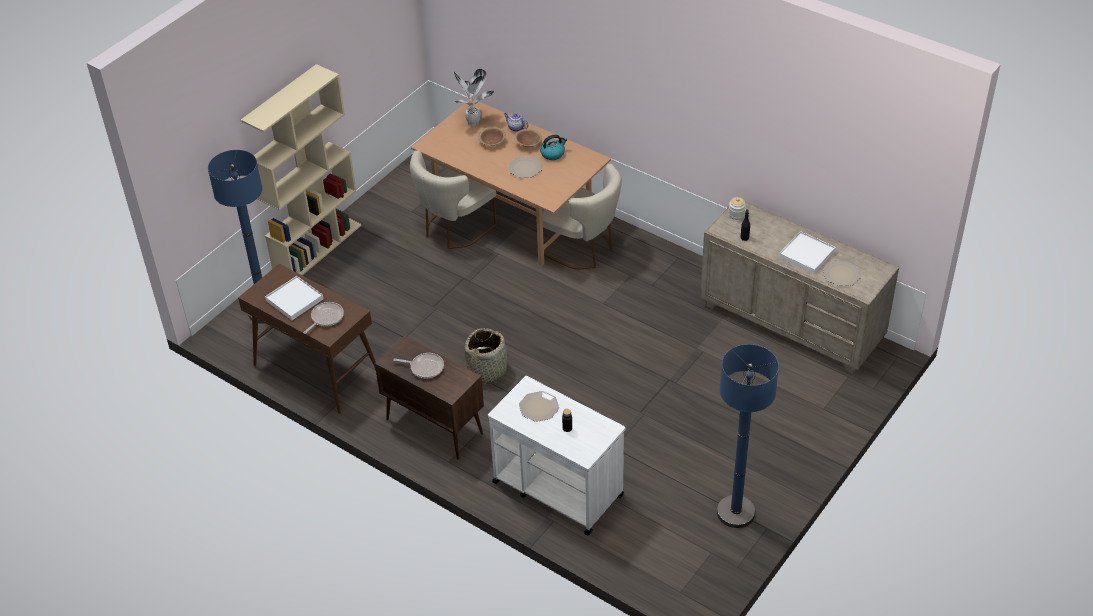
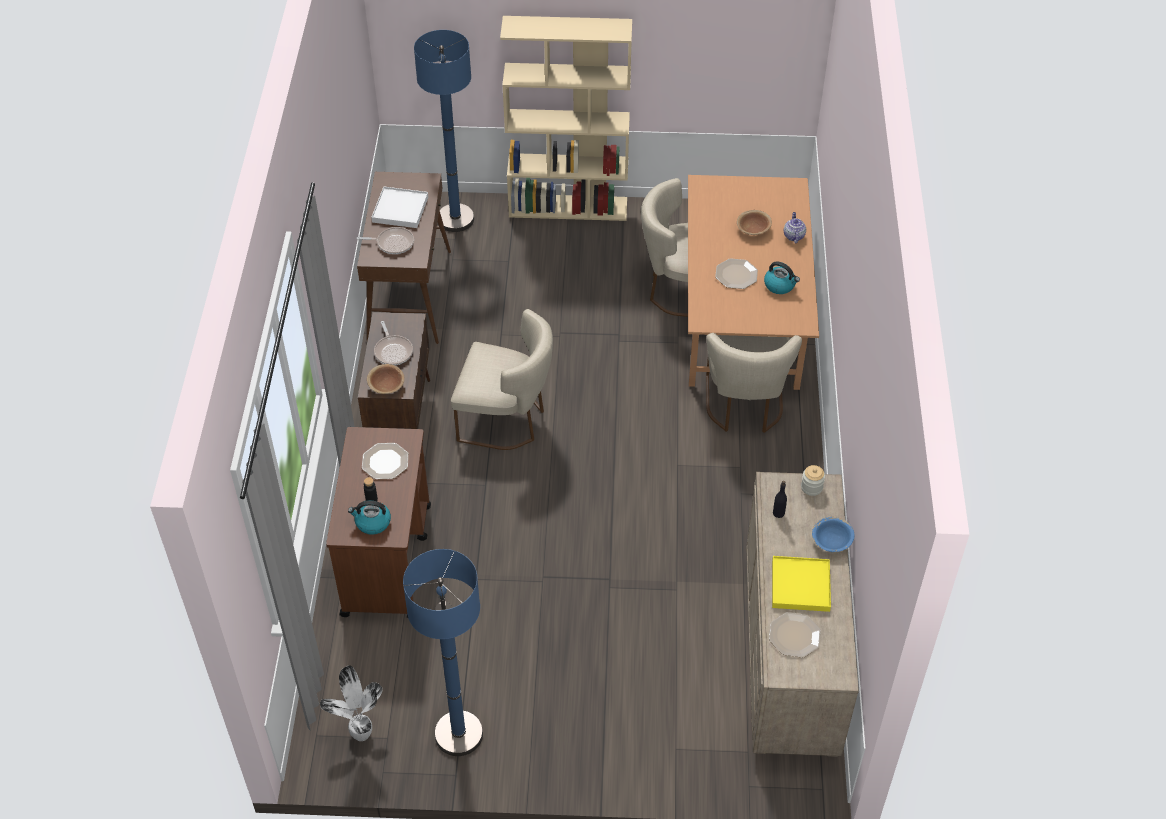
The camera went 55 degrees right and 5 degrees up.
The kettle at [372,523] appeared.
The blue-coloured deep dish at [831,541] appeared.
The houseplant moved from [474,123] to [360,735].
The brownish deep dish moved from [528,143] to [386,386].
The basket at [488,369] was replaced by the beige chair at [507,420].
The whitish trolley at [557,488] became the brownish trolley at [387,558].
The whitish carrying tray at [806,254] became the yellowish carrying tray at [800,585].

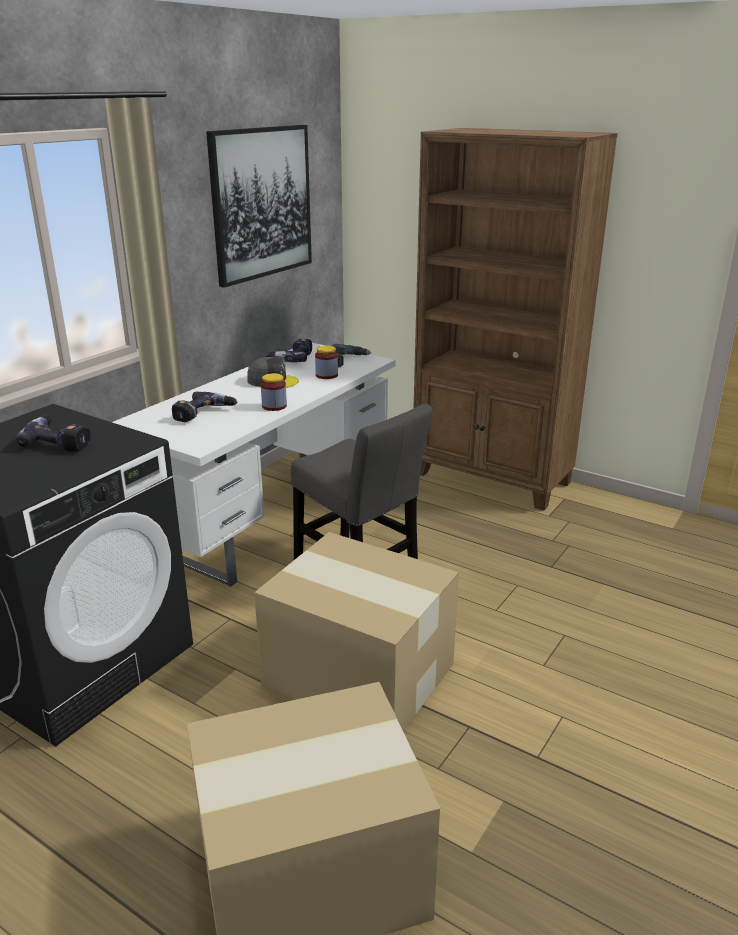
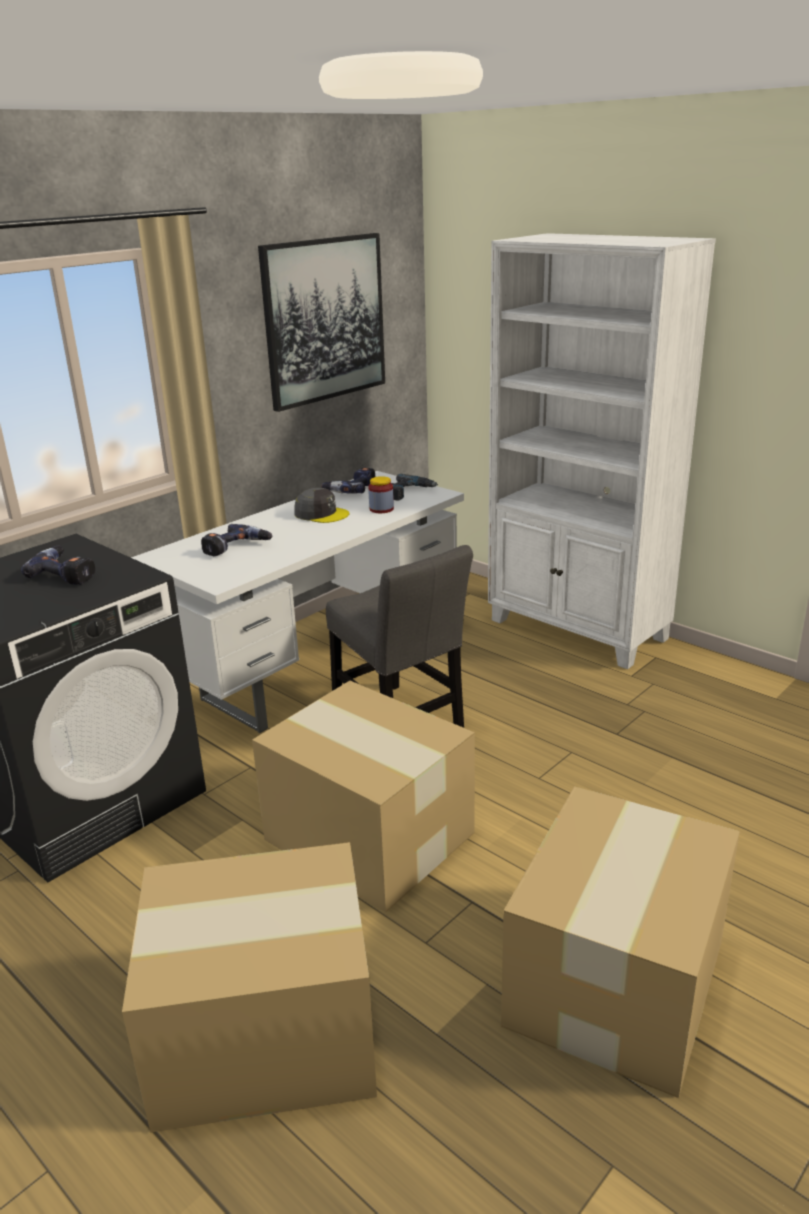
The camera went 10 degrees right and 0 degrees up.
The jar at [274,406] disappeared.
The cardboard box at [613,984] appeared.
The brownish bookshelf at [492,479] became the whitish bookshelf at [578,630].

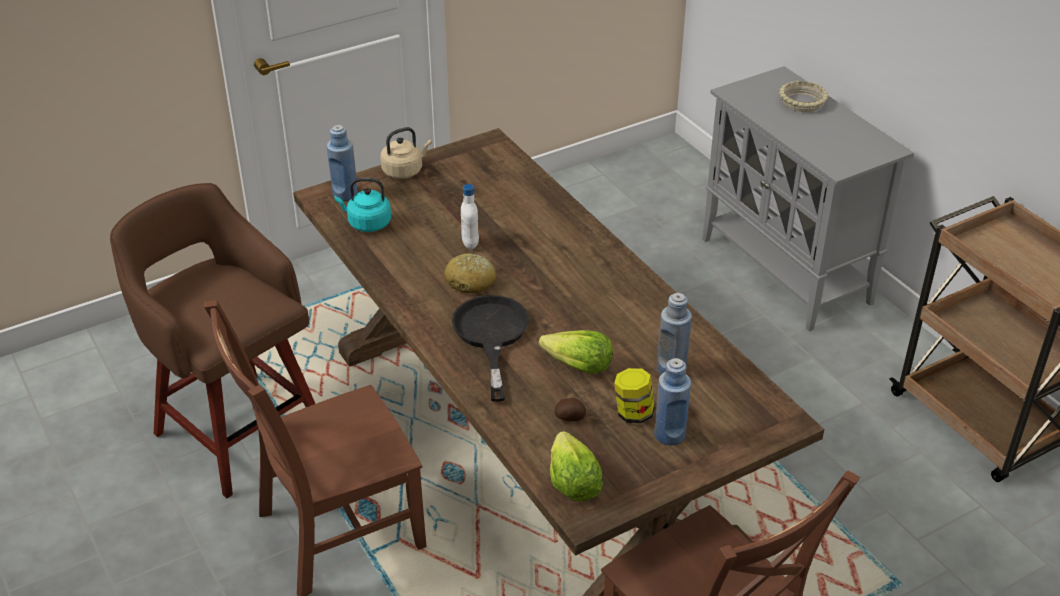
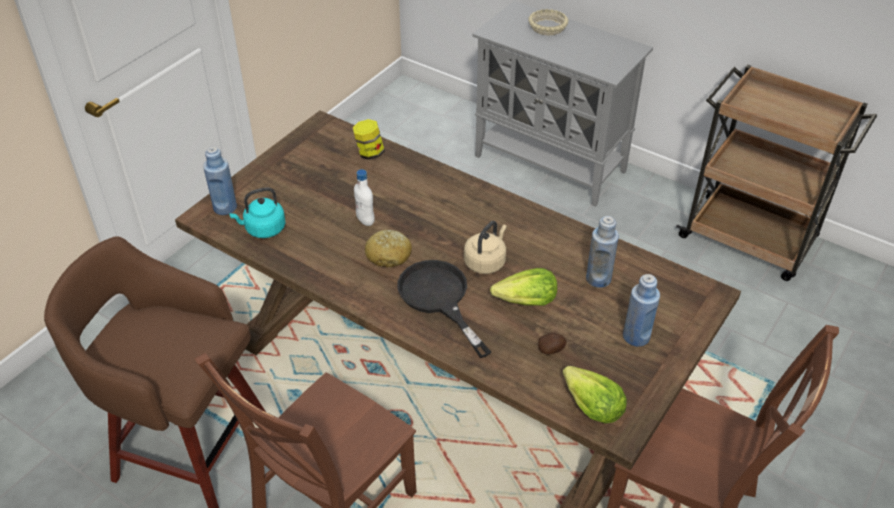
The camera went 25 degrees left and 5 degrees up.
The beige kettle moved from [404,171] to [486,262].
The jar moved from [633,413] to [369,153].

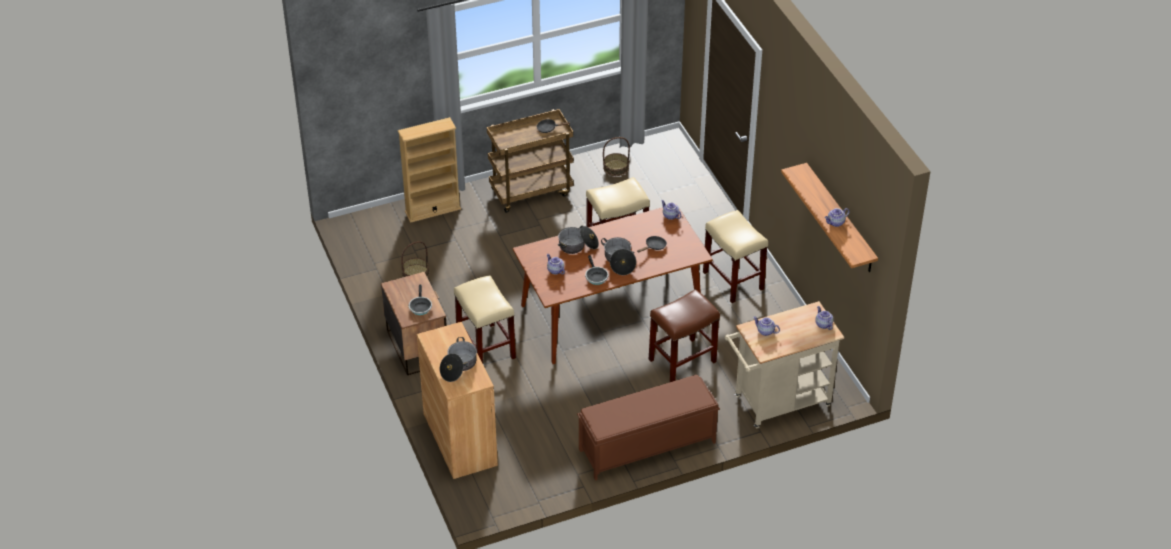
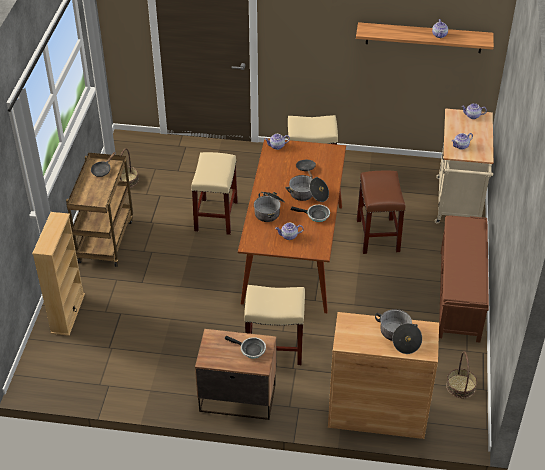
The camera went 60 degrees left and 0 degrees up.
The basket moved from [415,273] to [460,386].

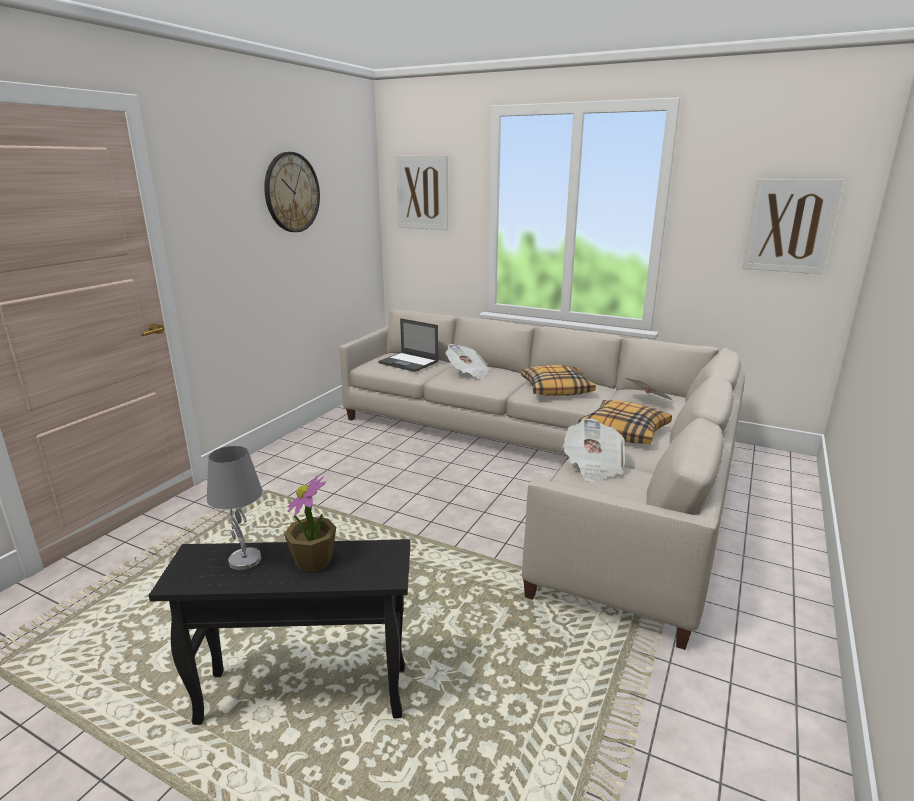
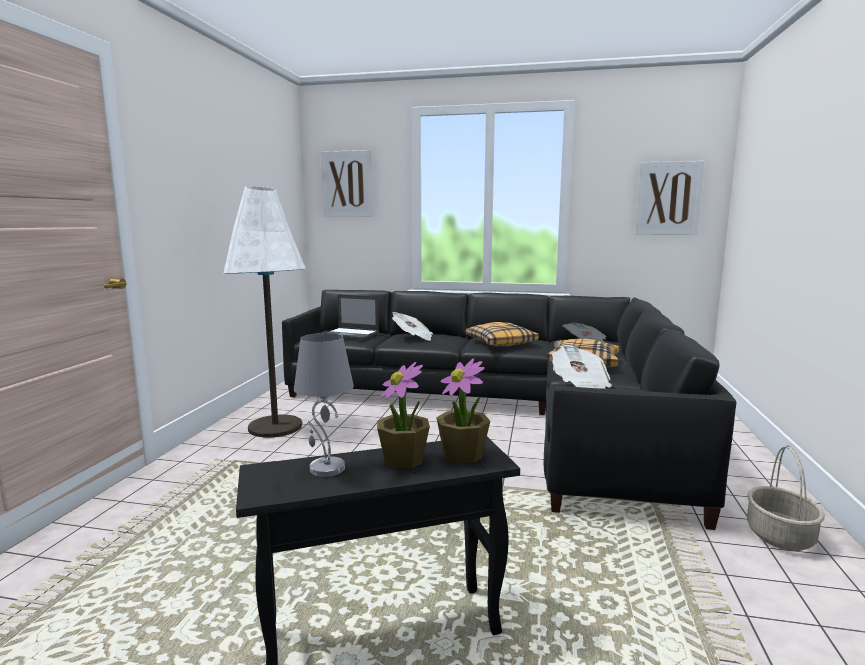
The camera went 15 degrees left and 10 degrees down.
The clock on the wall at [291,192] disappeared.
The whitish standard lamp at [275,427] appeared.
The houseplant at [463,455] appeared.
The basket at [780,536] appeared.
The beige settee at [551,463] became the black-coloured settee at [504,411].

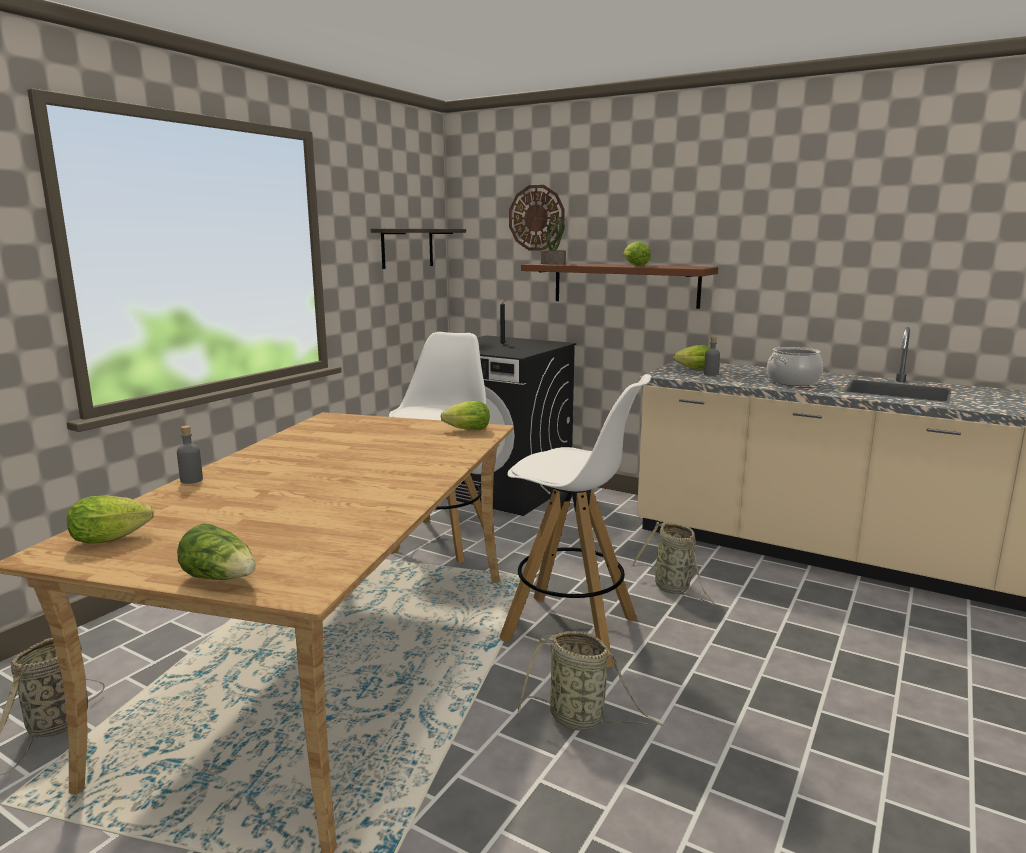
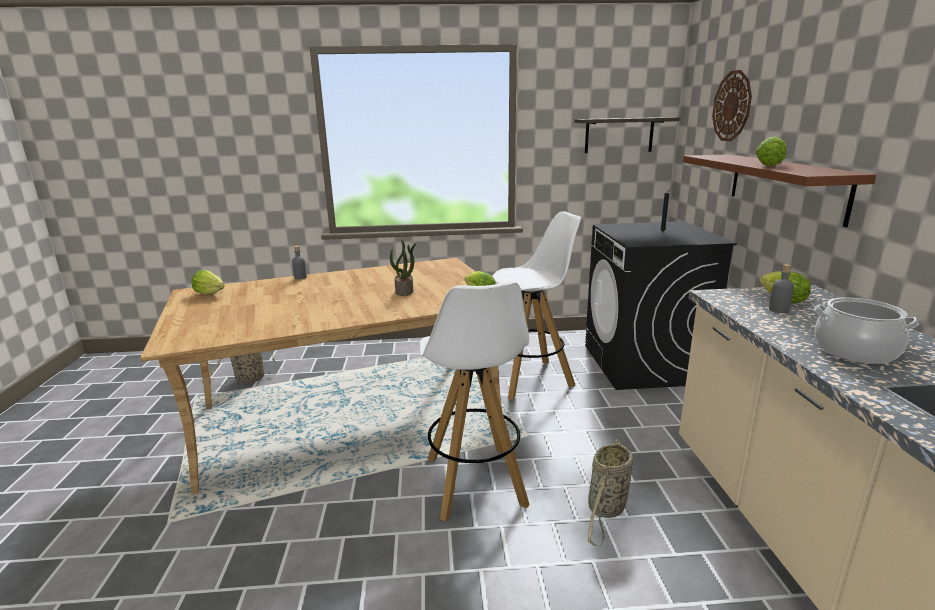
The camera went 55 degrees right and 5 degrees up.
The head of lettuce at [221,578] disappeared.
The basket at [580,719] disappeared.
The houseplant moved from [553,264] to [404,291].

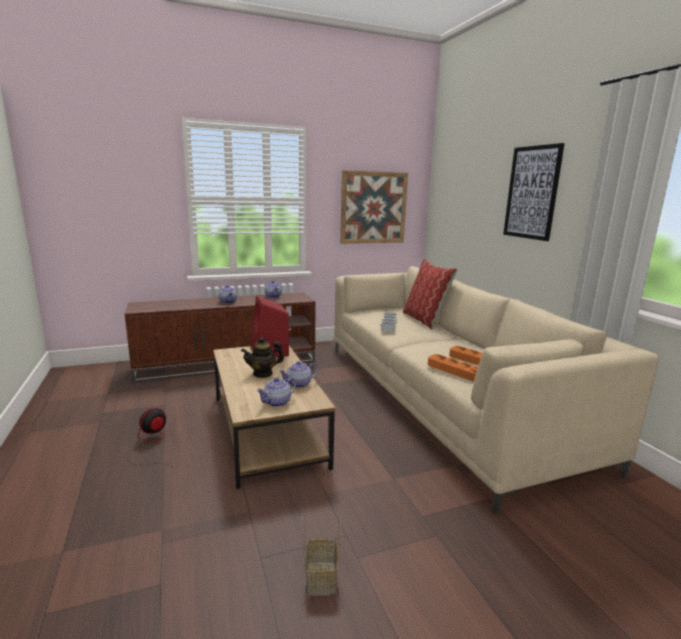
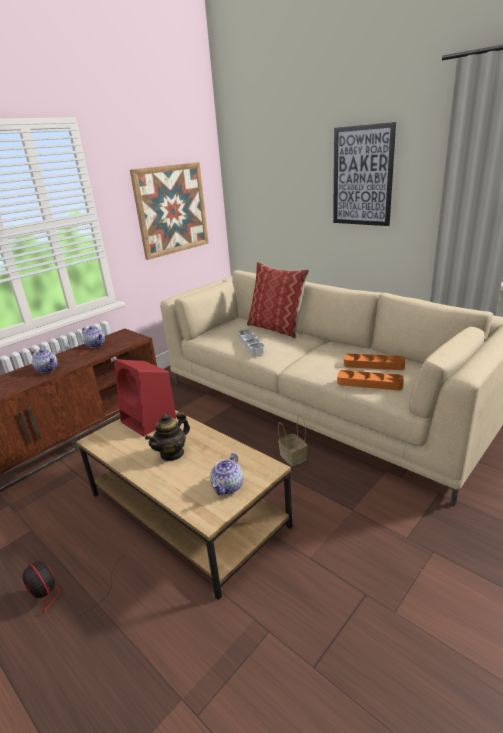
The camera went 25 degrees left and 10 degrees up.
The pot for tea at [298,384] disappeared.
The basket moved from [320,576] to [292,457].
The fan at [151,444] turned 60 degrees counterclockwise.

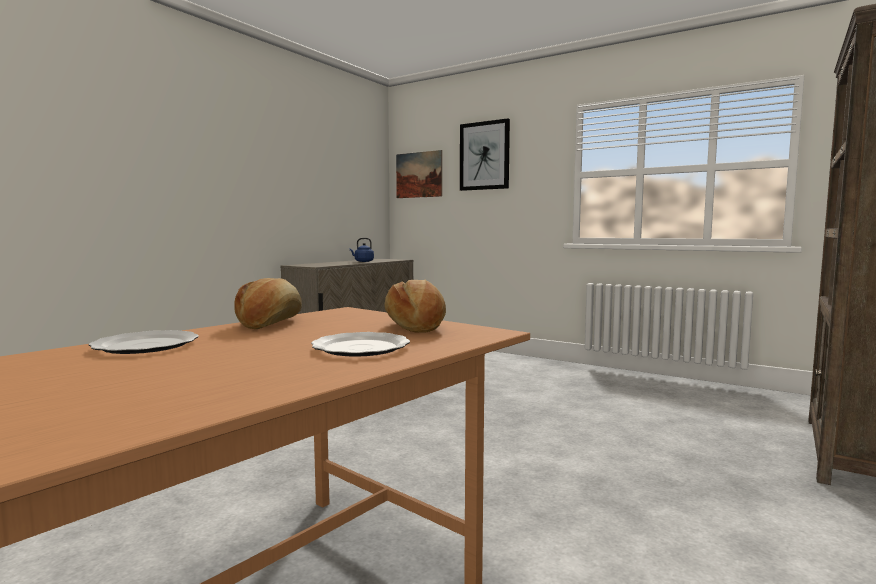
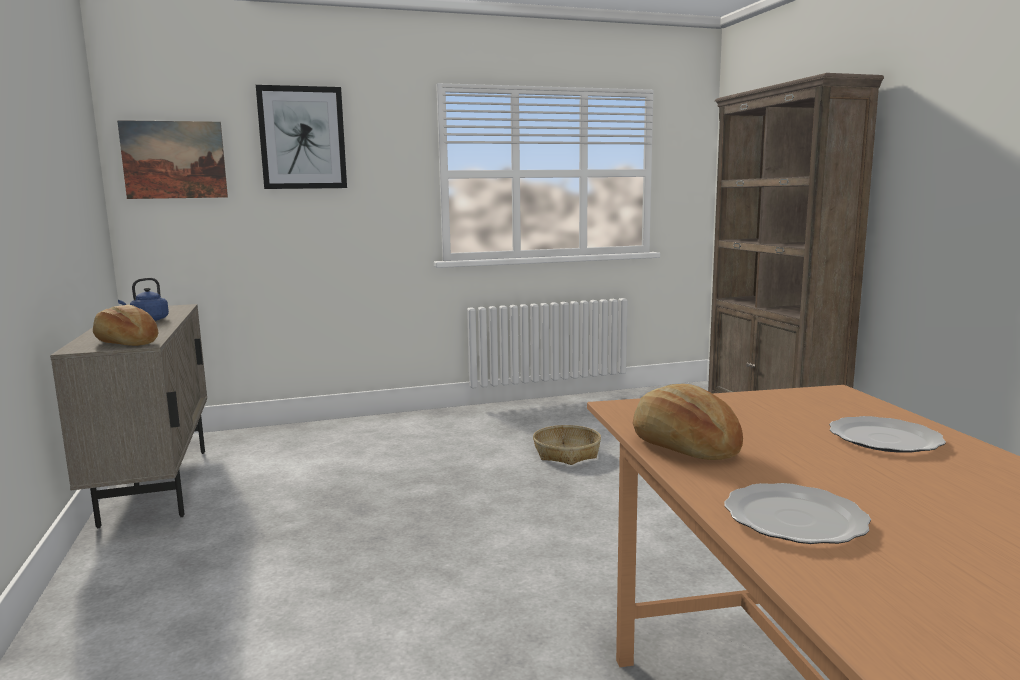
The camera went 50 degrees left and 5 degrees up.
The basket at [567,453] appeared.
The baked bread moved from [416,326] to [127,343].

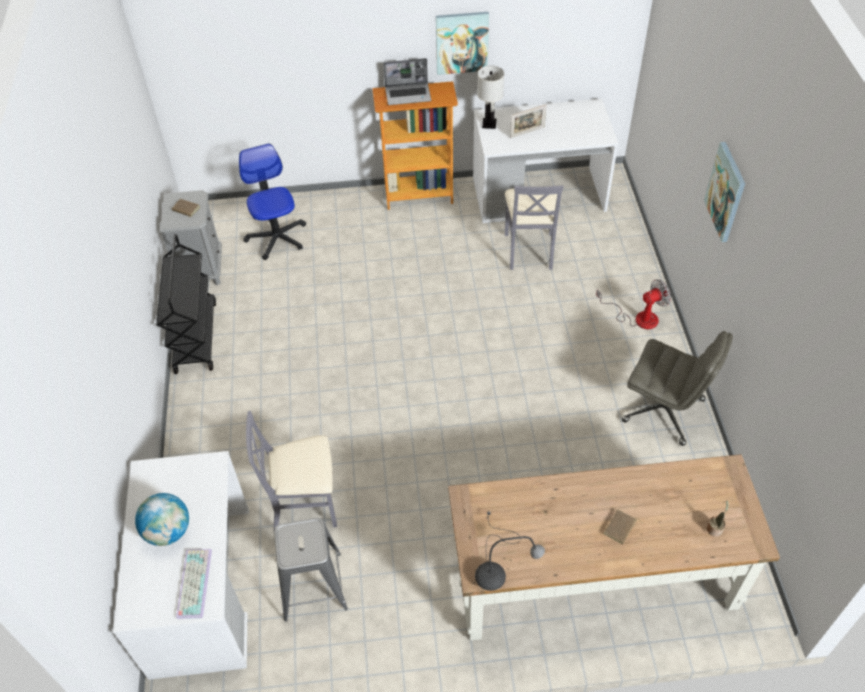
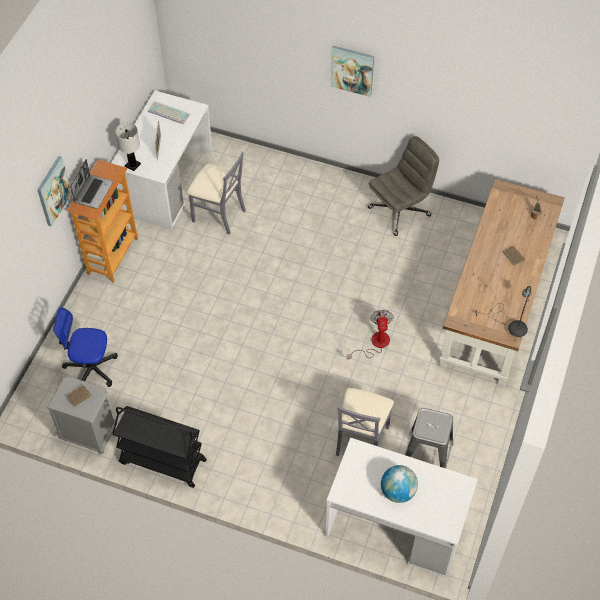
The camera went 65 degrees left and 5 degrees up.
The keyboard moved from [193,582] to [168,113].
The picture moved from [462,42] to [53,191].
The fan moved from [638,318] to [375,344].

